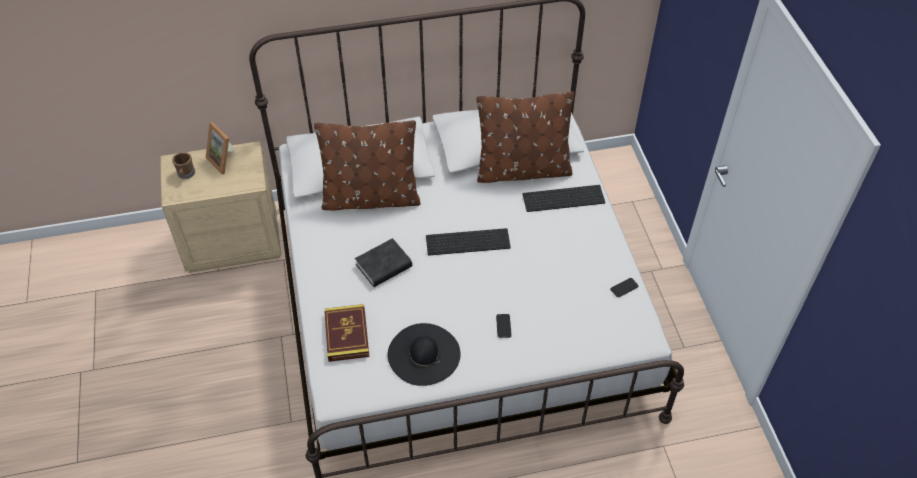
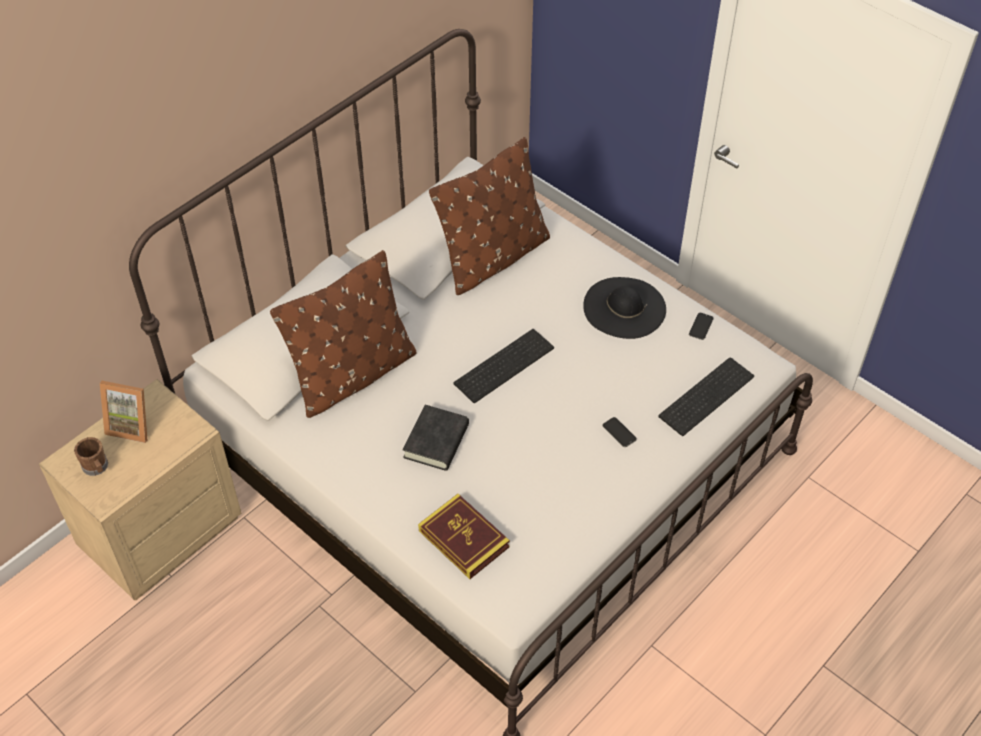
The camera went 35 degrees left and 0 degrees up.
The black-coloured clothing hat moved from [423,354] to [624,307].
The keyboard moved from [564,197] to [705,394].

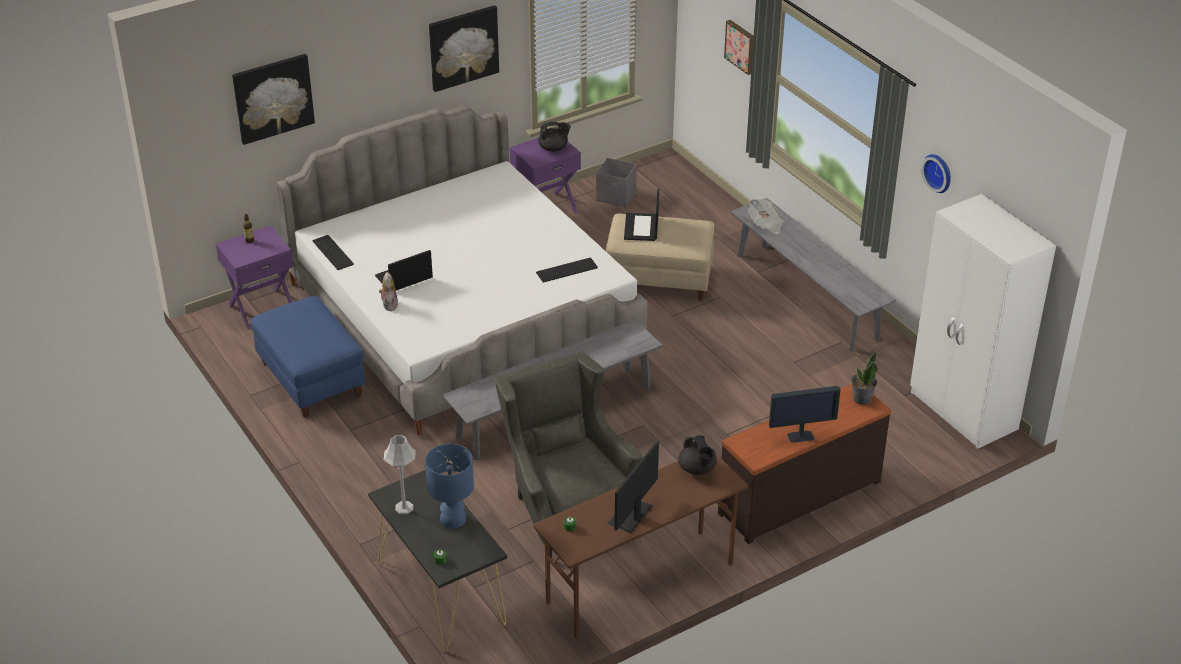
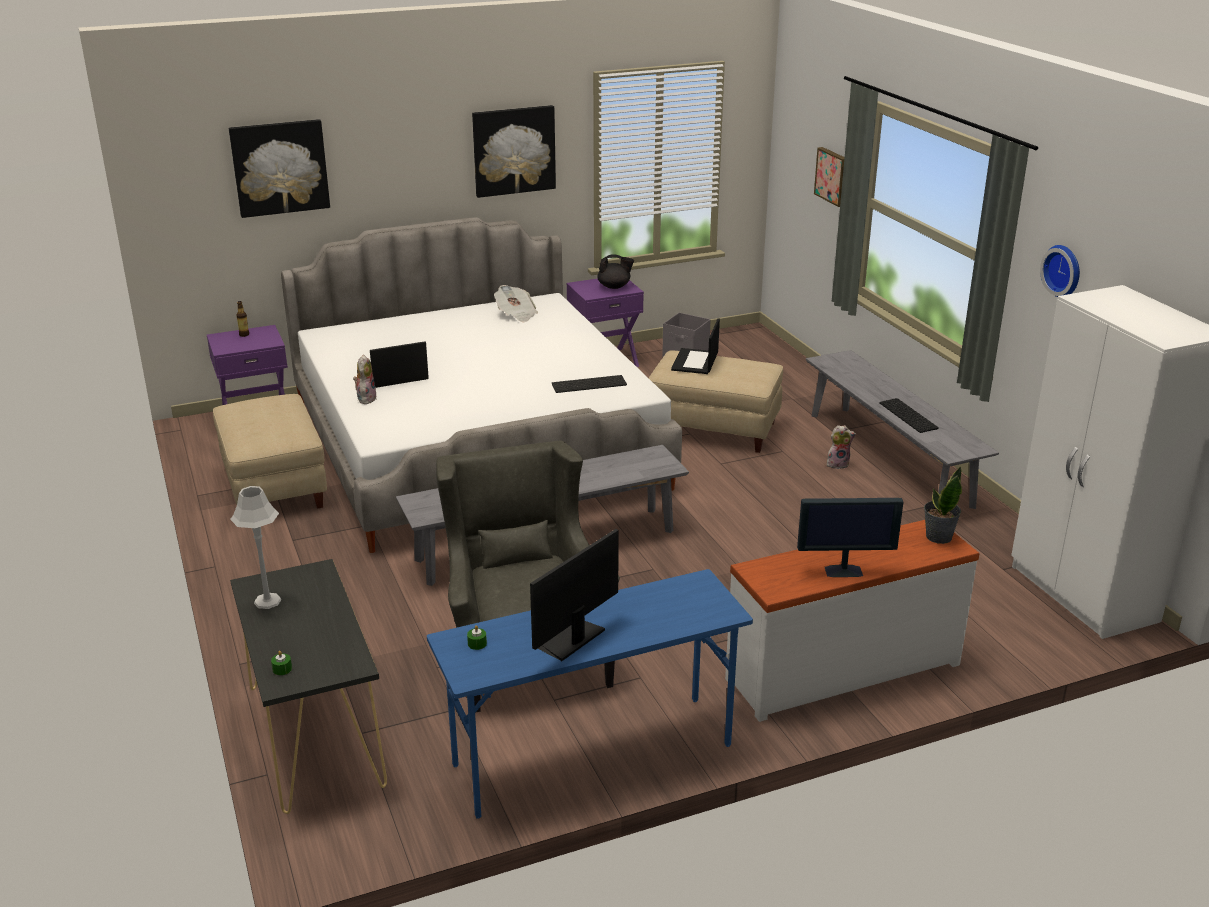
The camera went 10 degrees right and 10 degrees down.
The blue-coloured tabletop lamp at [452,519] disappeared.
The black-coloured pot for tea at [697,469] disappeared.
The plush toy at [838,464] appeared.
The keyboard moved from [334,252] to [909,415].
The daily paper moved from [765,225] to [516,314].
The blue-coloured ottoman at [310,379] became the beige ottoman at [273,487].
The brownish desk unit at [640,584] became the blue-coloured desk unit at [592,756].
The brownish chest of drawers at [798,496] became the whitish chest of drawers at [841,670].

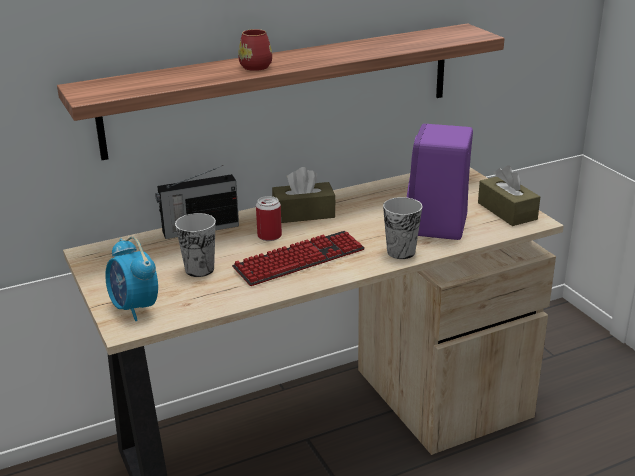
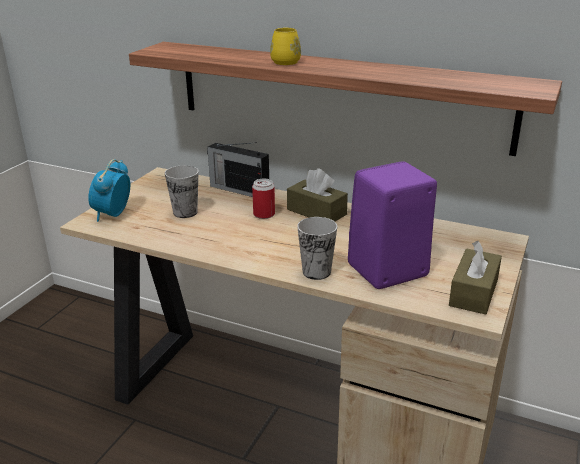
The camera went 50 degrees right and 0 degrees up.
The keyboard at [299,260] disappeared.
The reddish coffee mug at [253,65] became the yellowish coffee mug at [287,61].

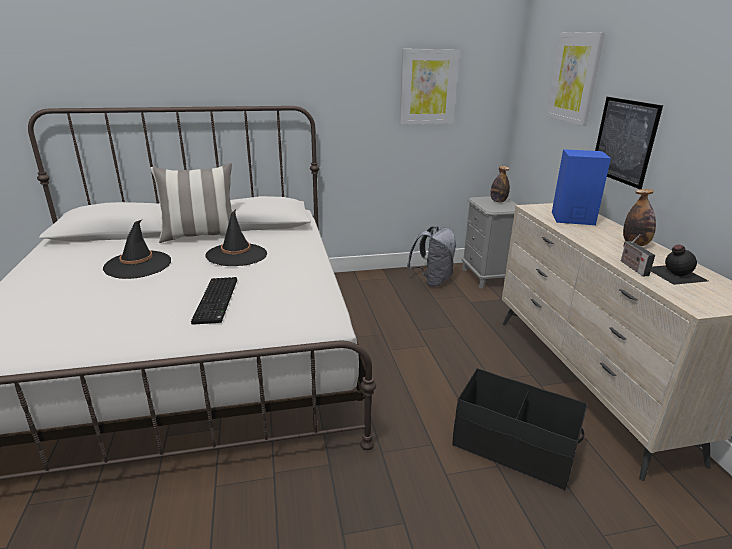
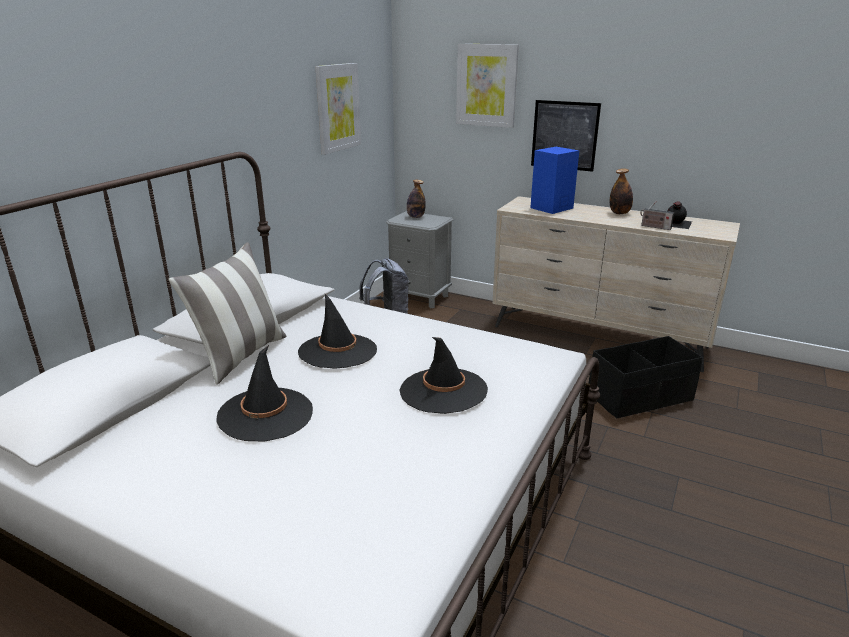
The camera went 50 degrees left and 0 degrees up.
The keyboard at [217,301] was replaced by the black-coloured clothing hat at [443,391].

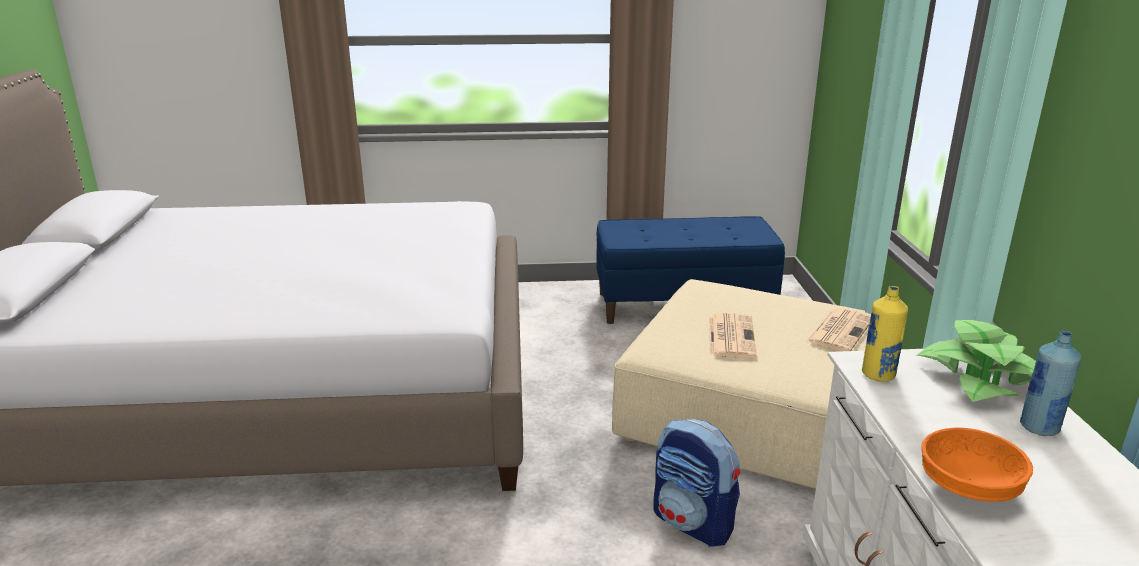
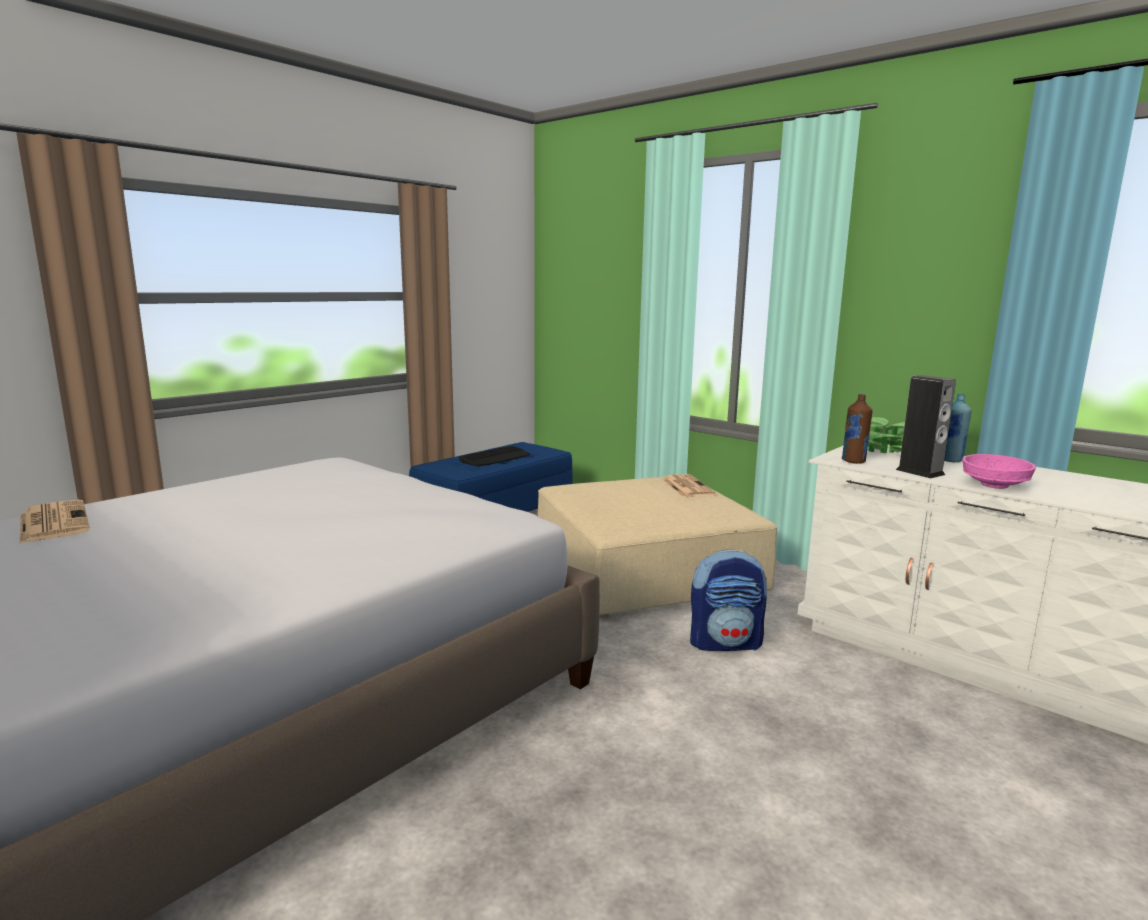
The camera went 45 degrees left and 10 degrees down.
The keyboard at [495,457] appeared.
The loudspeaker at [920,472] appeared.
The daily paper moved from [730,336] to [53,522].
The yellowish drink bottle at [878,375] became the brownish drink bottle at [853,461].
The orangey deep dish at [968,486] became the pinkish deep dish at [993,485].

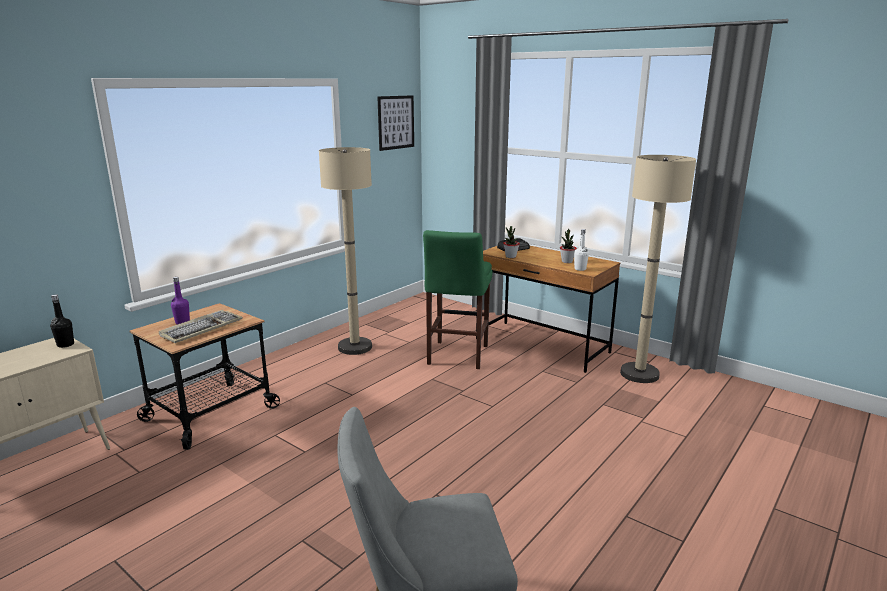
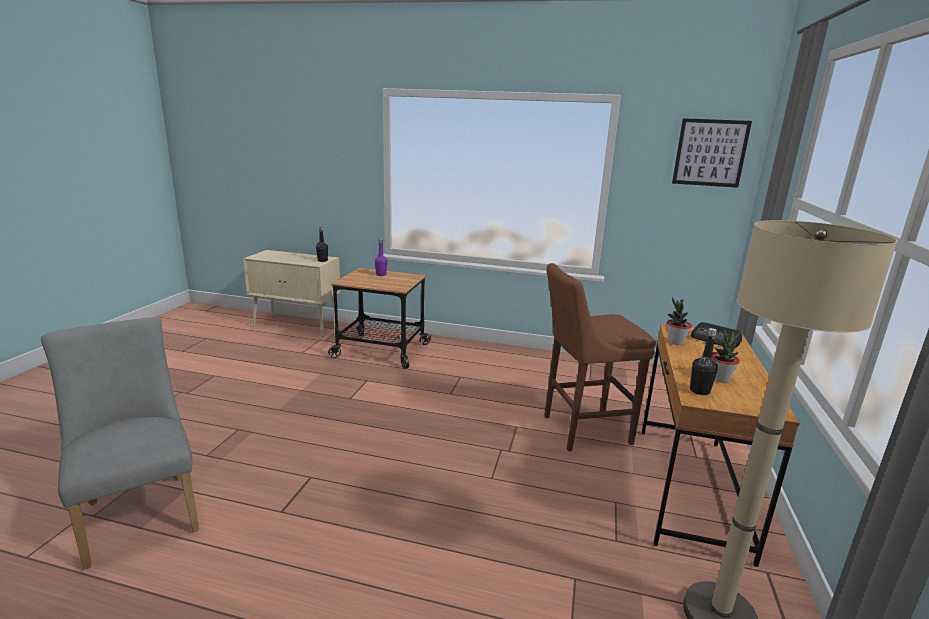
The camera went 65 degrees right and 0 degrees up.
The keyboard at [201,328] disappeared.
The beige standard lamp at [355,347] disappeared.
The green sitting stool at [456,356] became the brownish sitting stool at [582,430].
The whitish drink bottle at [580,269] became the black-coloured drink bottle at [699,391].

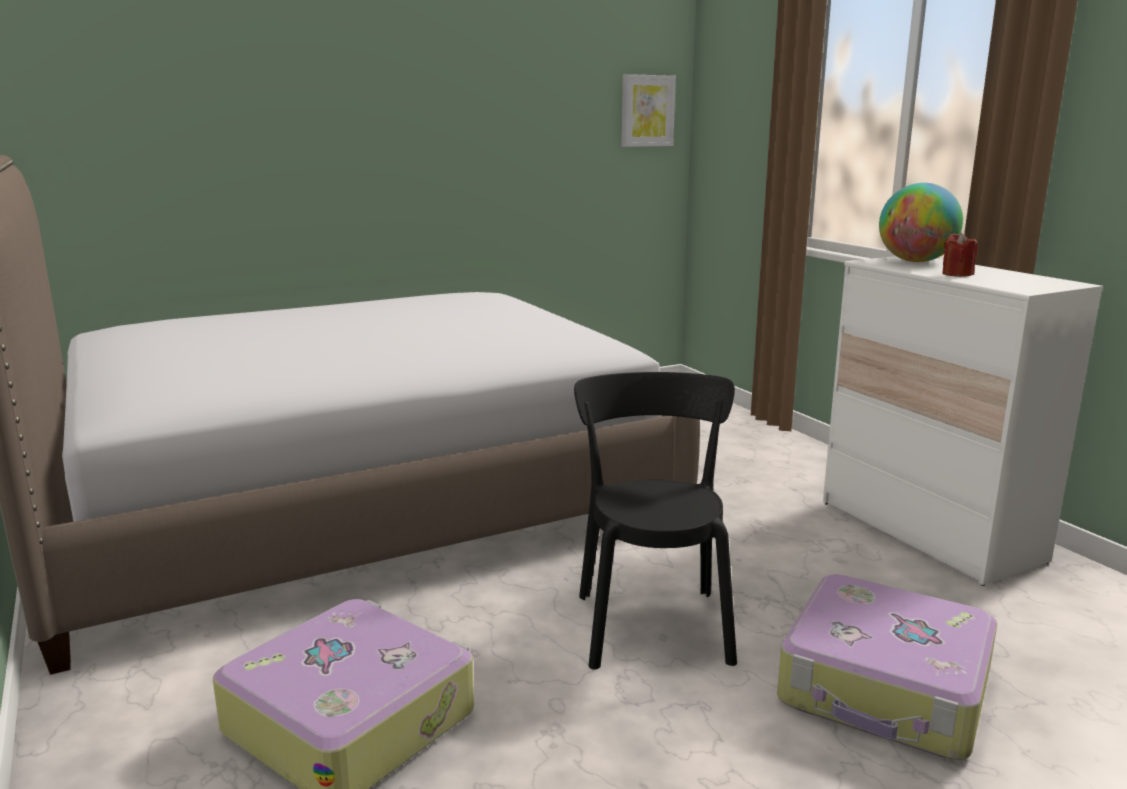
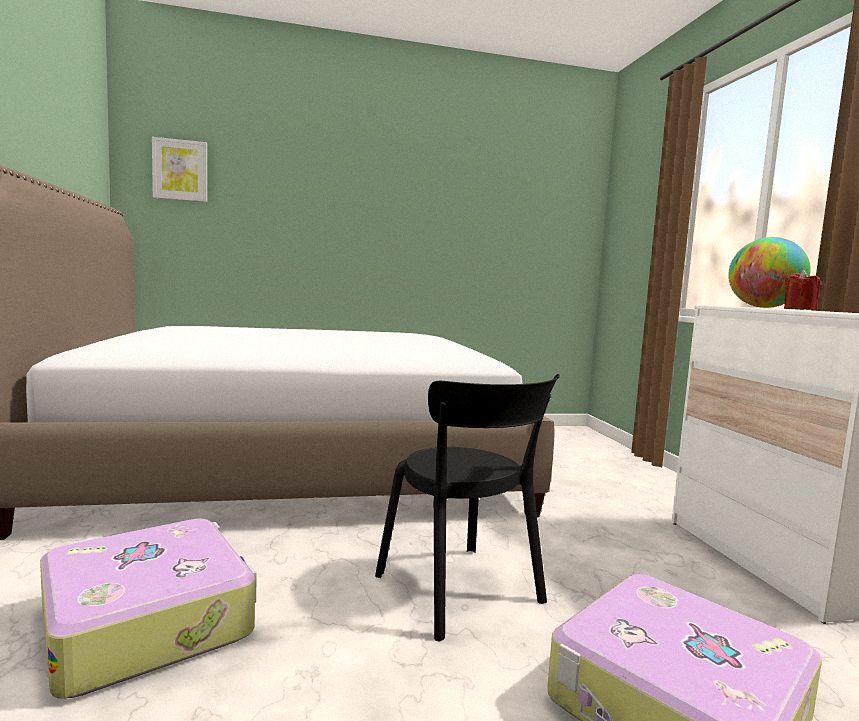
The camera went 15 degrees right and 10 degrees down.
The picture moved from [647,111] to [180,170].
The black-coloured chair at [652,622] turned 135 degrees clockwise.

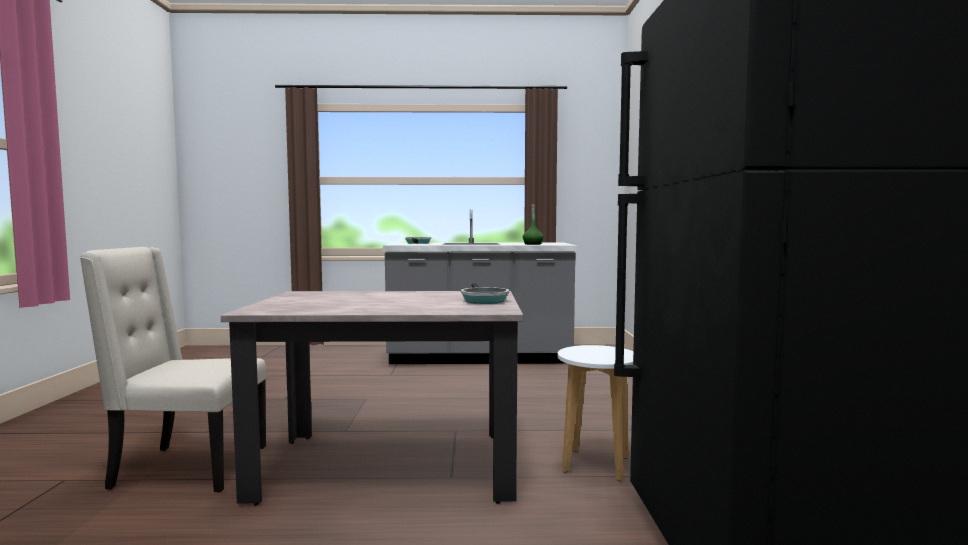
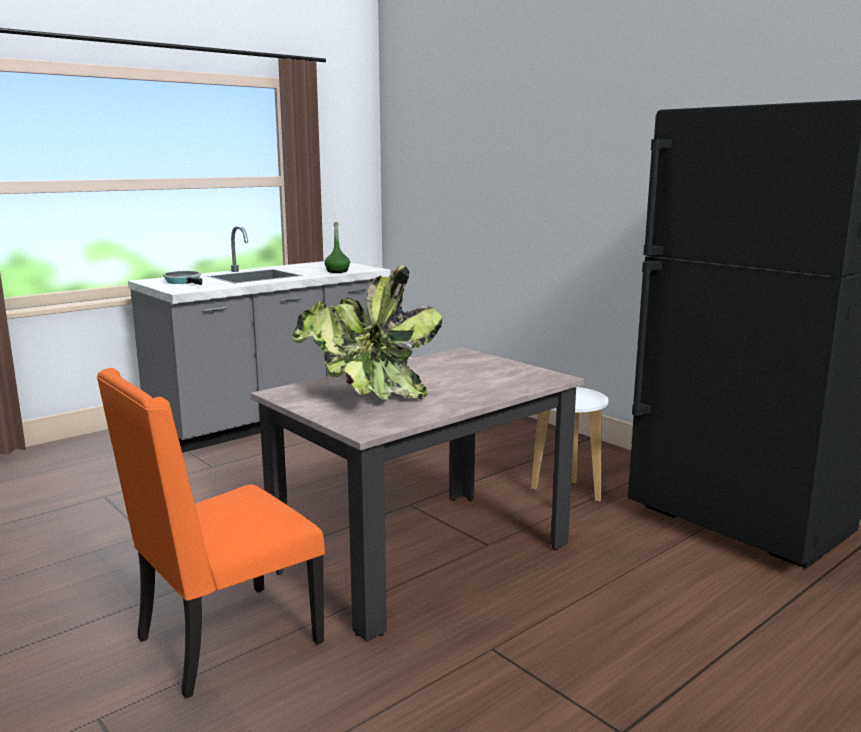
The camera went 40 degrees left and 10 degrees up.
The skillet at [483,300] disappeared.
The houseplant at [364,396] appeared.
The beige chair at [187,468] became the orangey chair at [225,641].

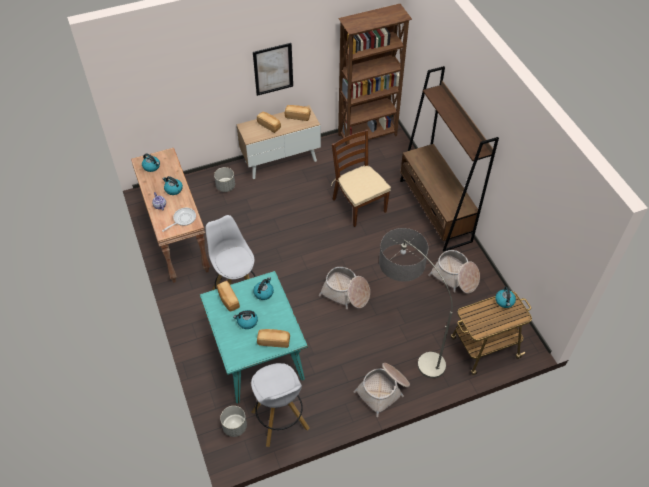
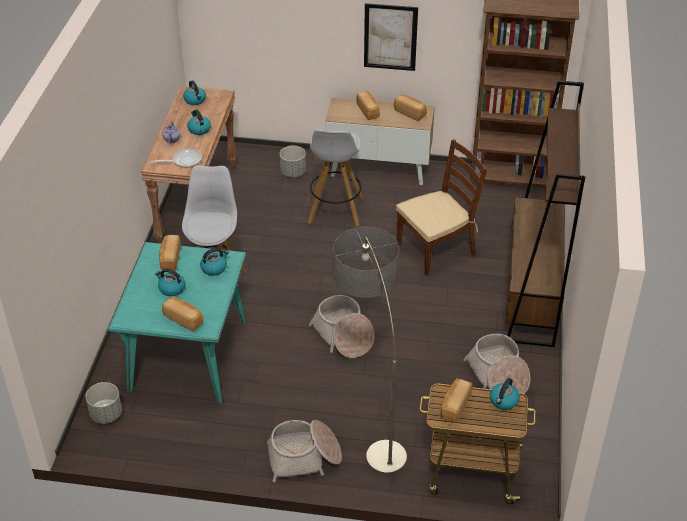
The camera went 30 degrees right and 10 degrees down.
The baked bread at [454,406] appeared.
The whitish sitting stool moved from [280,421] to [335,211].
The brownish chair at [358,205] turned 60 degrees clockwise.

